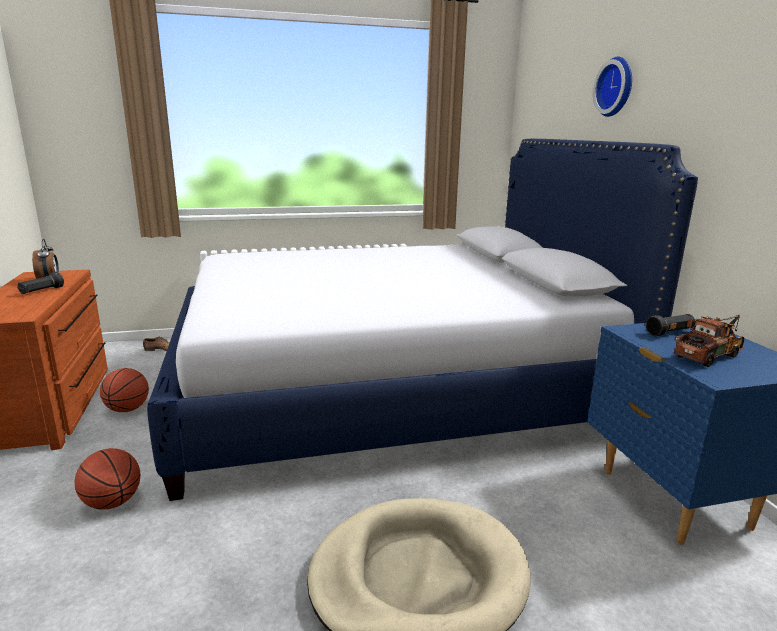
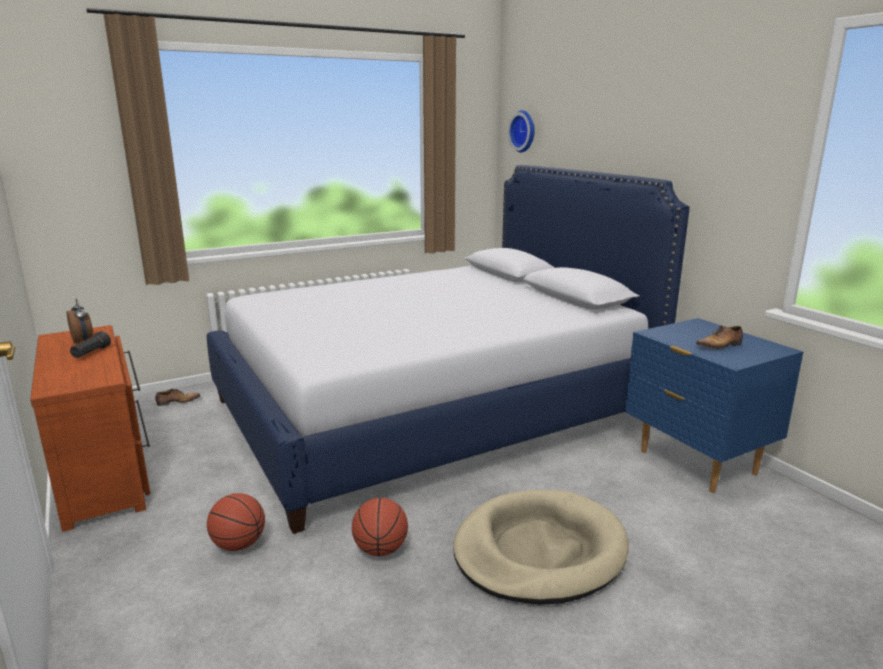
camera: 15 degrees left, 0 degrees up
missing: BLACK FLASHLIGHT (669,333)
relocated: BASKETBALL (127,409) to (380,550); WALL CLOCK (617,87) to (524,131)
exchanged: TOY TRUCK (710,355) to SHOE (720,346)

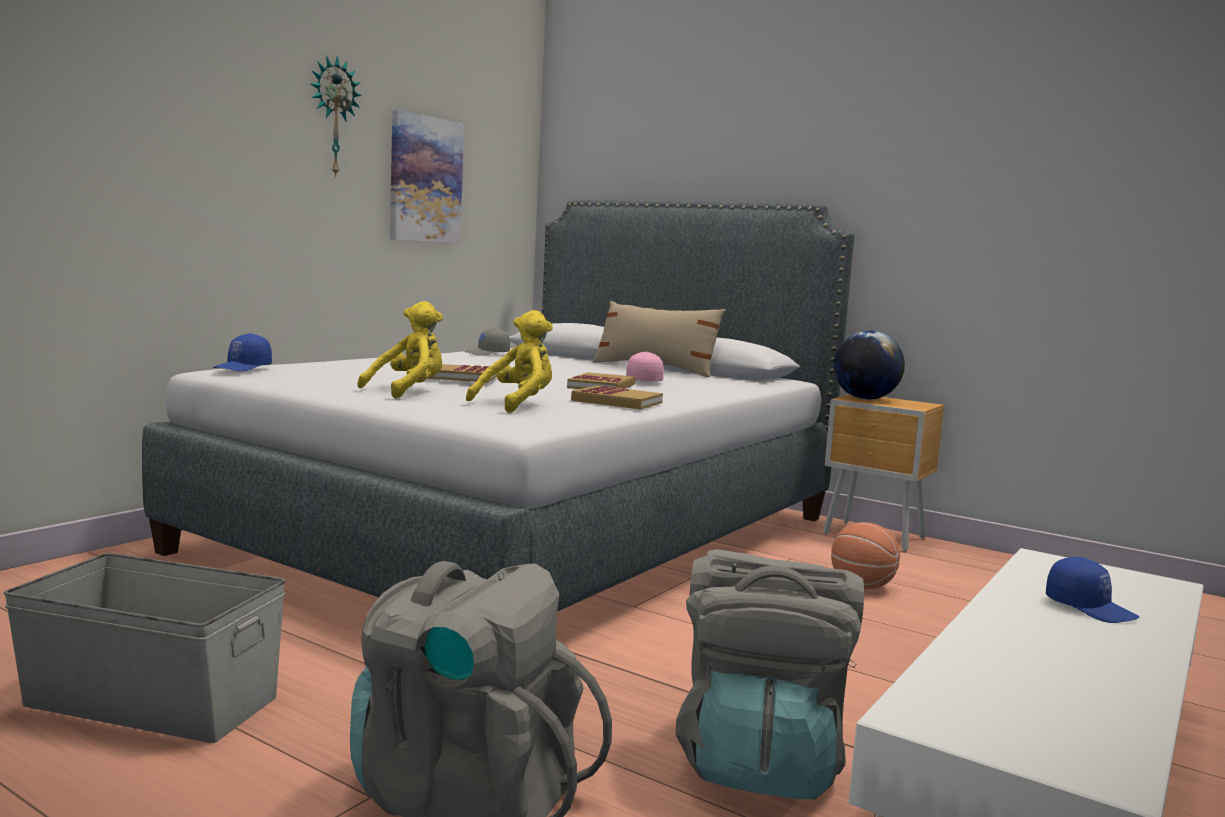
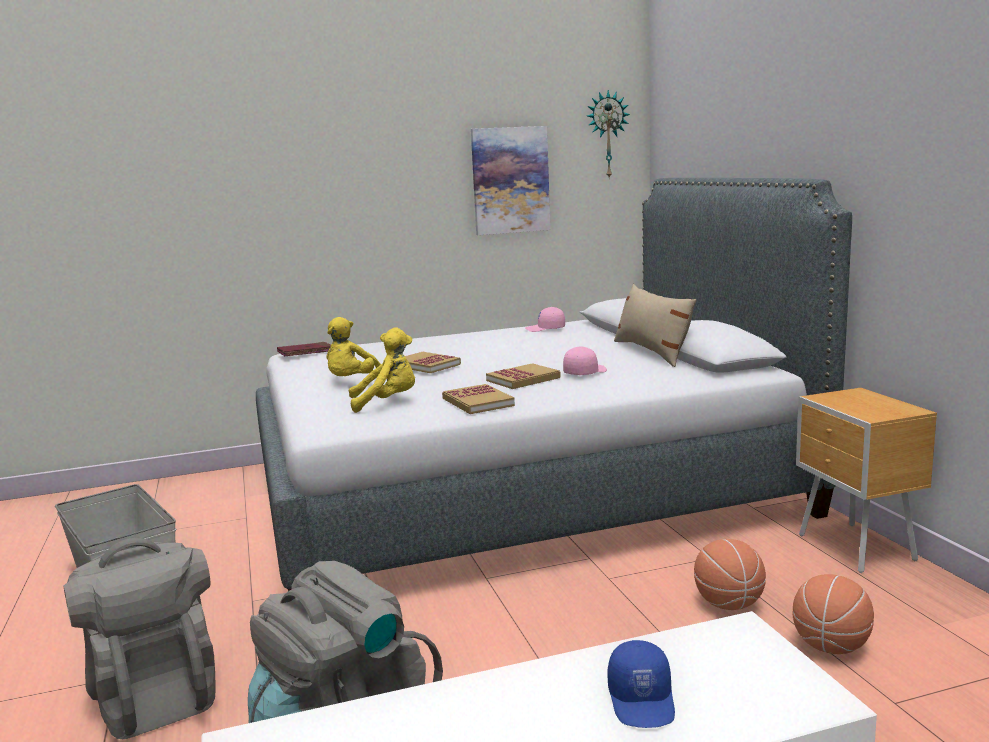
camera: 40 degrees right, 5 degrees up
missing: GLOBE (865,399)
appeared: BASKETBALL (831,646)
relocated: WALL CLOCK (332,117) to (607,135)
exchanged: BLUE CAP (243,368) to RED BOOK (305,352)
colour: GREY CAP (487,354) to PINK CAP (545,329)
spun: YELLOW PLUSH TOY (408,391) = (351,382) 120 degrees clockwise

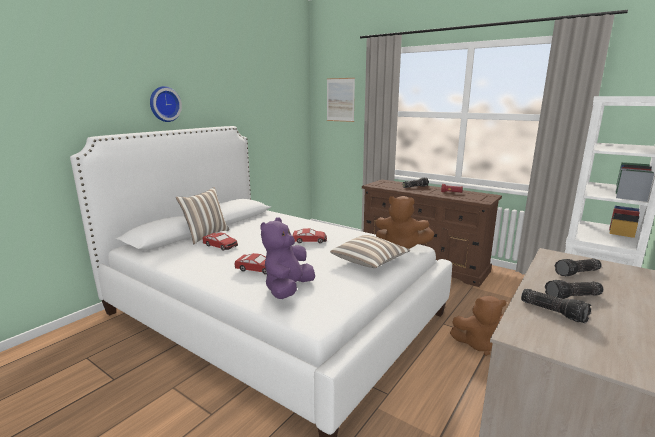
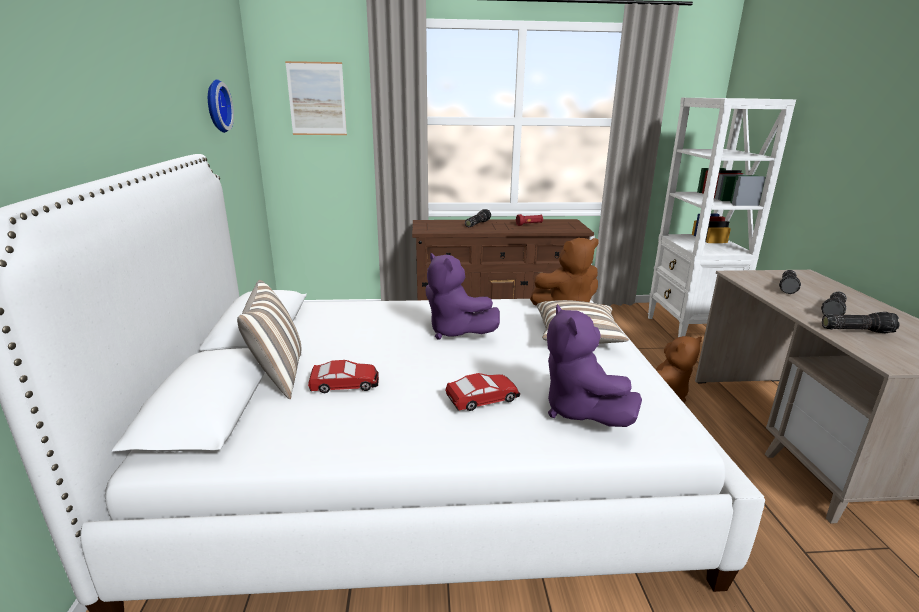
camera: 40 degrees left, 5 degrees up
relocated: WALL CLOCK (164,104) to (216,106)
exchanged: TOY CAR (309,240) to PURPLE PLUSH TOY (455,331)

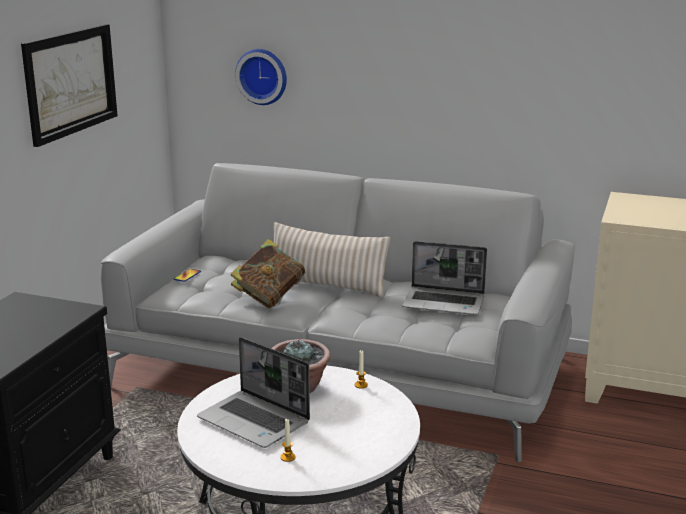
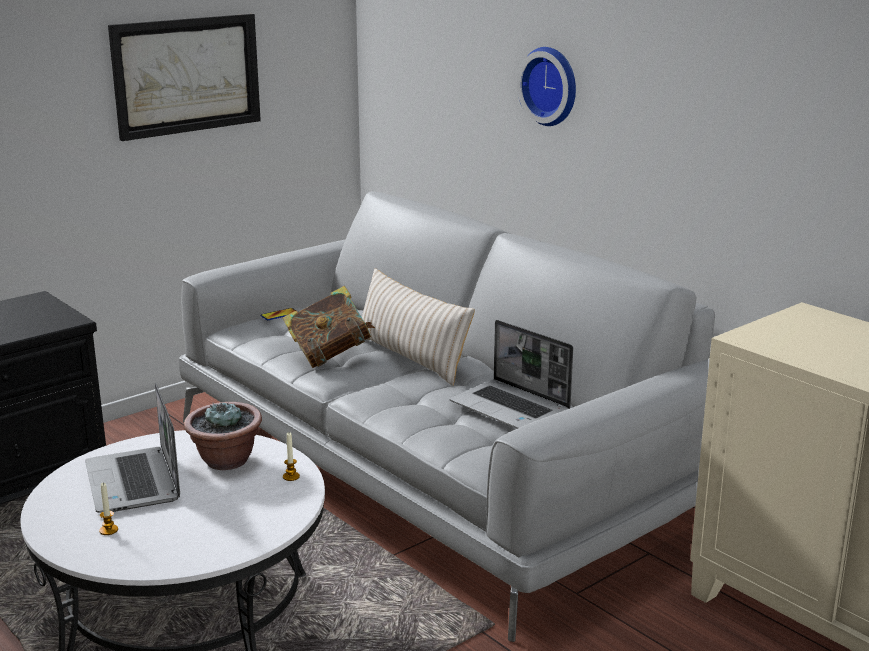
camera: 30 degrees right, 0 degrees up
relocated: WALL CLOCK (262,76) to (551,86)

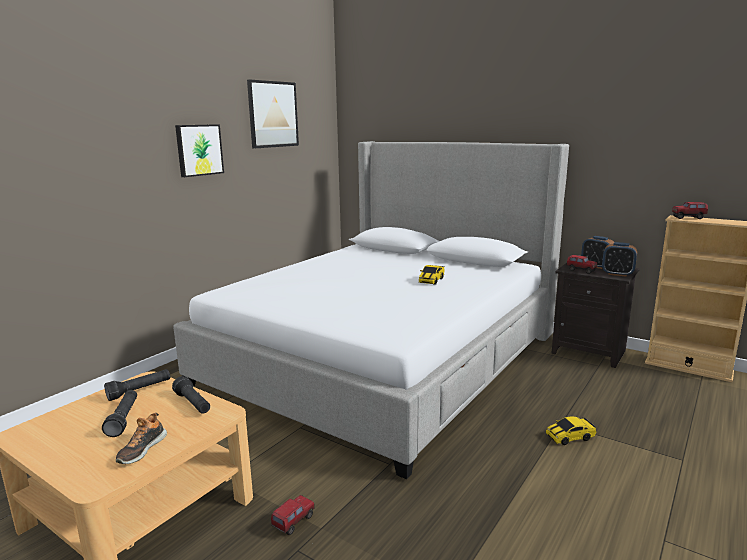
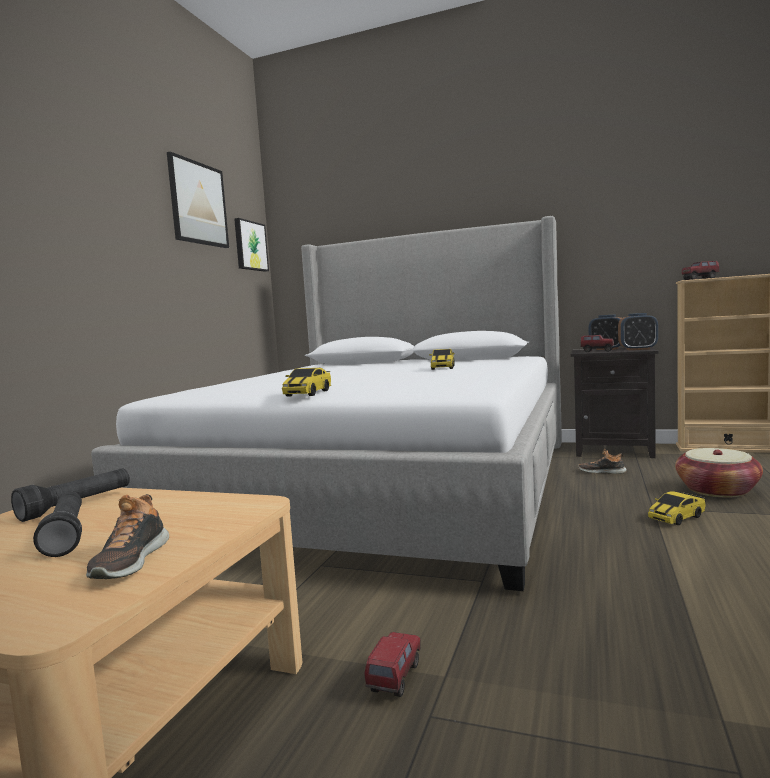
camera: 15 degrees left, 10 degrees down
missing: BLACK FLASHLIGHT (193,404)
appeared: TOY CAR (308,393); SHOE (602,471); BASKET (717,490)
relocated: PICTURE (199,150) to (250,246)

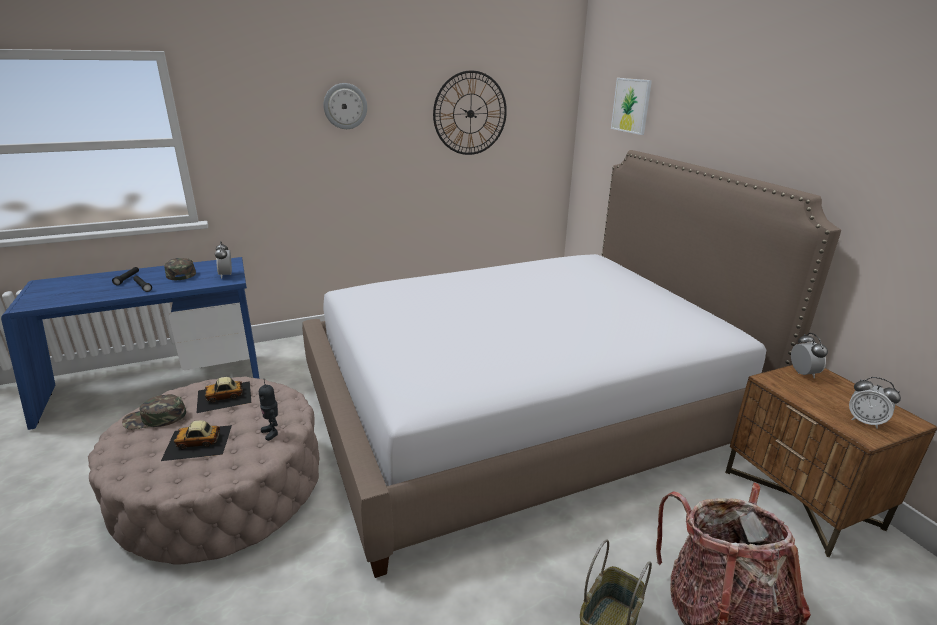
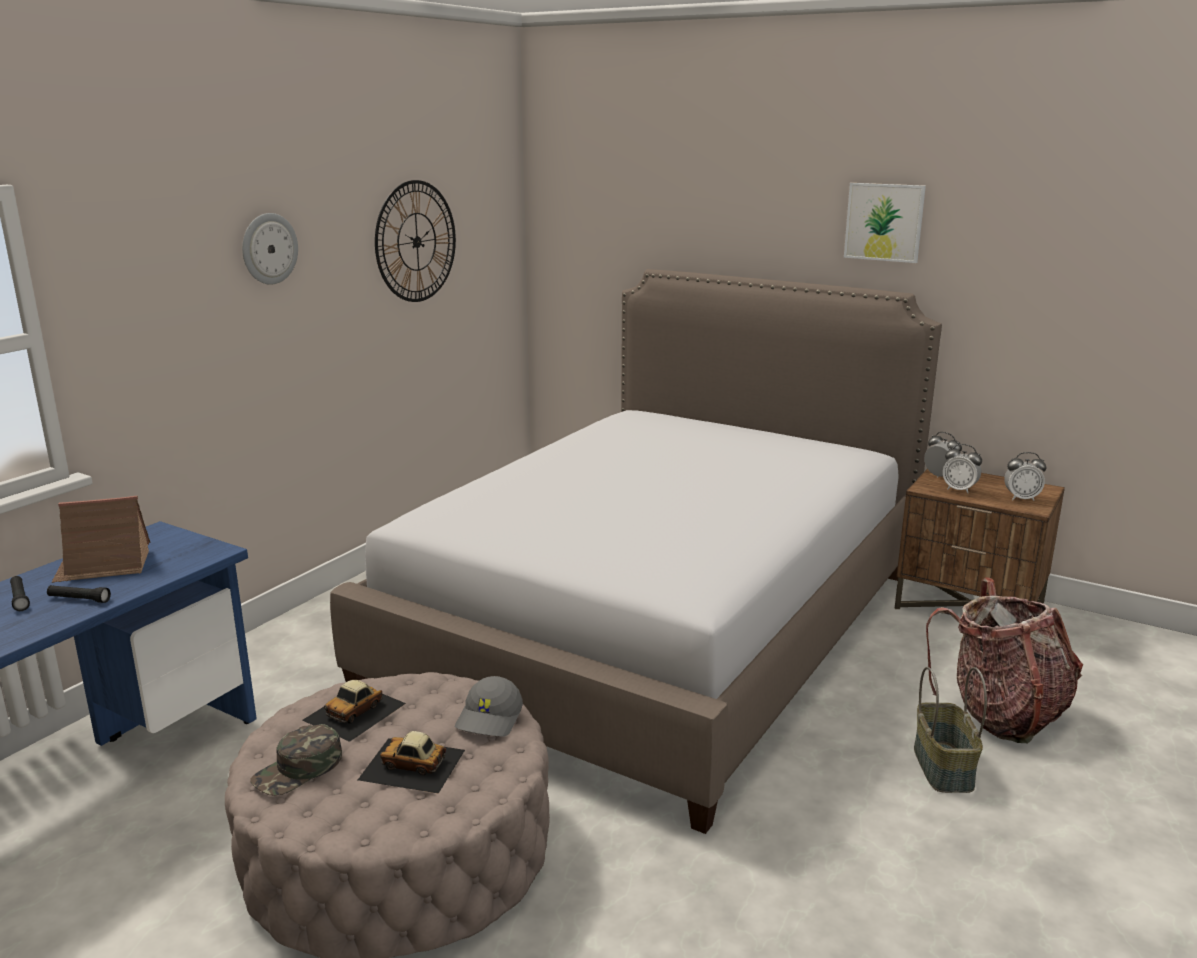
camera: 35 degrees left, 5 degrees down
relocated: PICTURE (631,105) to (884,222); ALARM CLOCK (226,275) to (959,489)
exchanged: GREEN CAP (181,273) to TOY HOUSE (104,566); TOY ROBOT (272,432) to GREY CAP (490,719)
spun: TOY CAR (198,442) = (412,765) 60 degrees clockwise

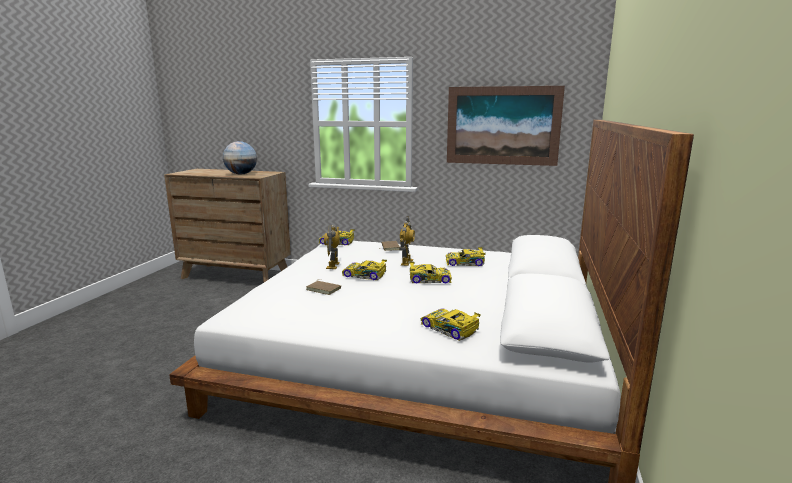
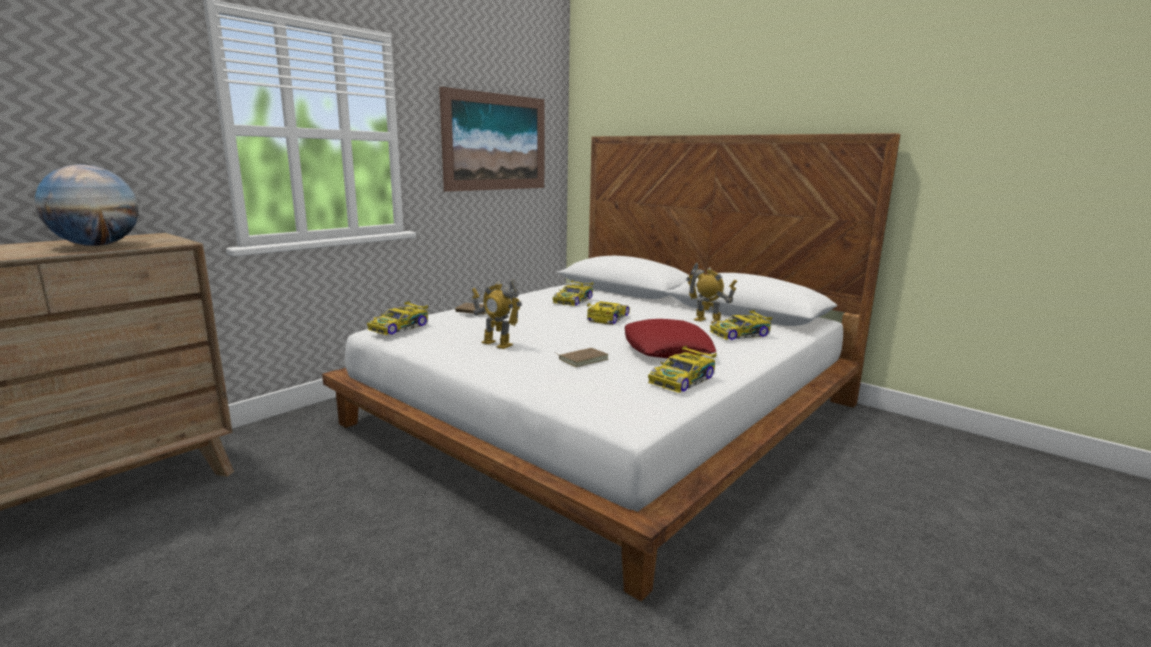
camera: 65 degrees left, 0 degrees up
appeared: RED PILLOW (667,348)
relocated: TOY CAR (365,275) to (683,379); TOY ROBOT (406,262) to (707,321)

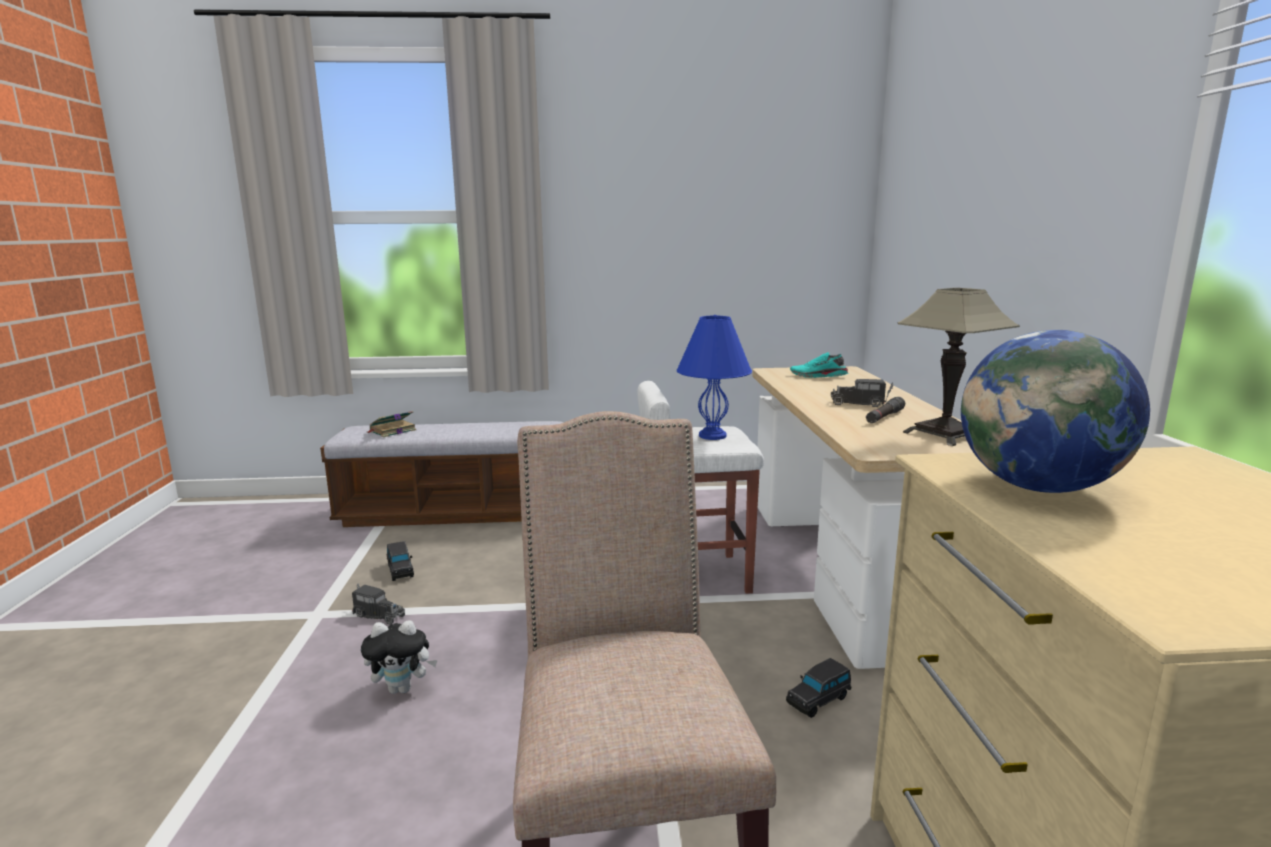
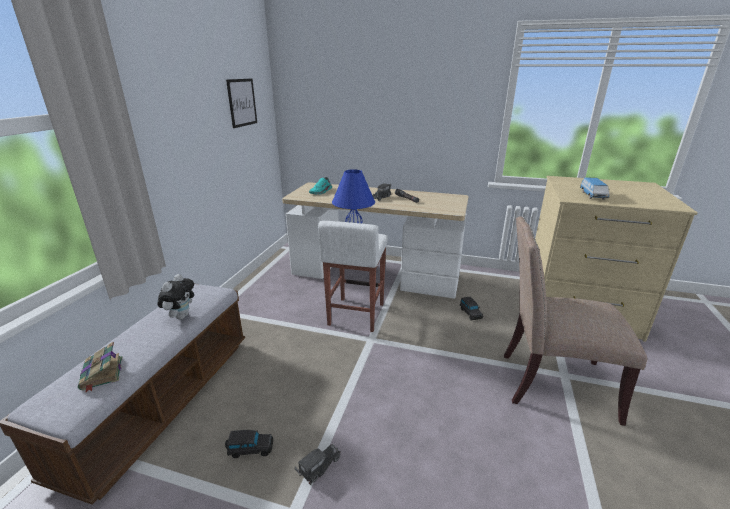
camera: 70 degrees left, 10 degrees up
missing: TABLE LAMP (944,434)
appeared: PICTURE (242,102)
relocated: PLUSH TOY (402,688) to (181,316)
exchanged: GLOBE (1038,487) to TOY CAR (592,195)

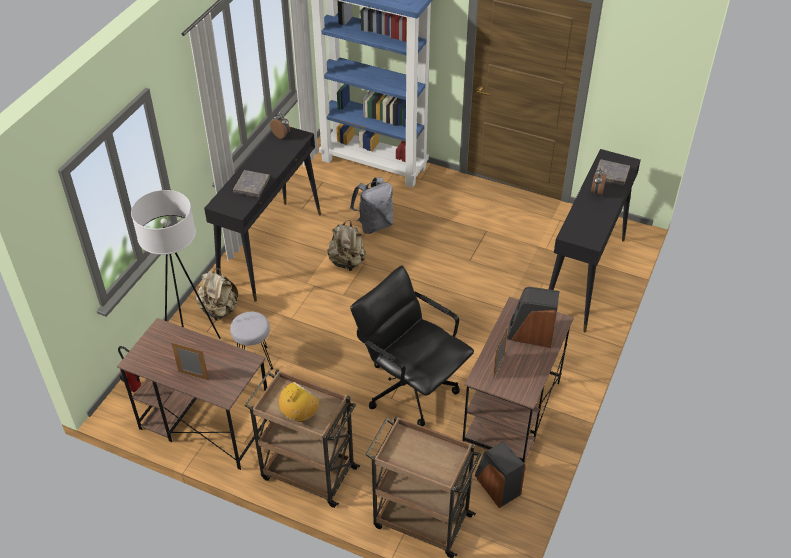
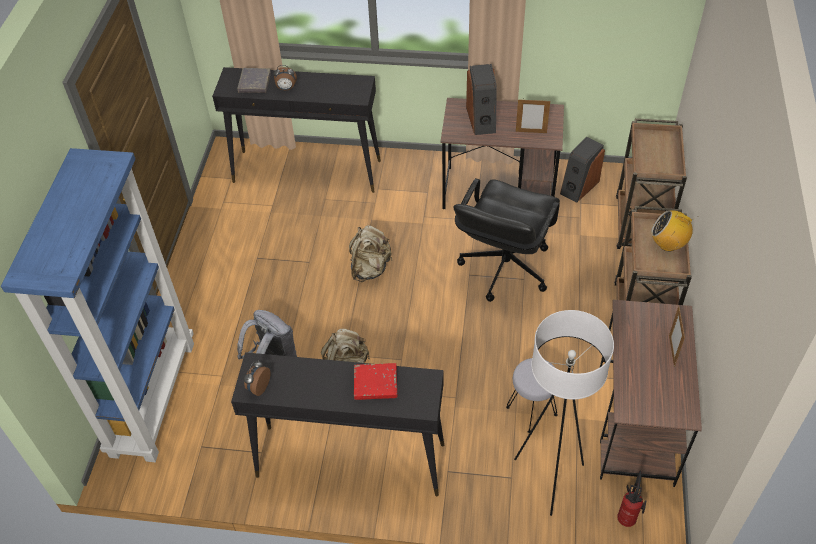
camera: 105 degrees left, 5 degrees up
relocated: BEIGE BACKPACK (219,310) to (370,268)
colour: GREY BOOK (251,186) to RED BOOK (375,383)

